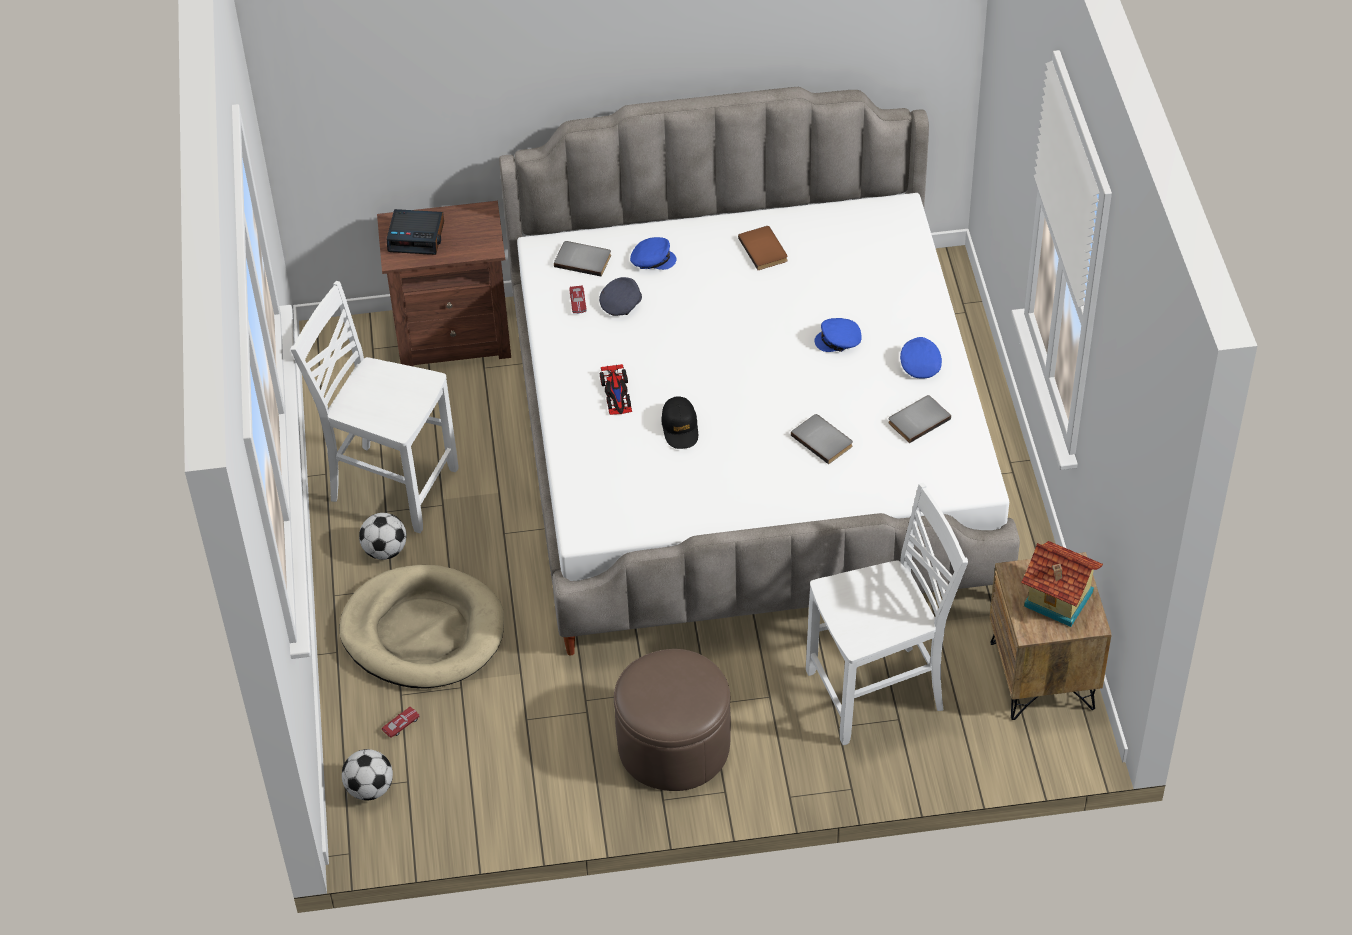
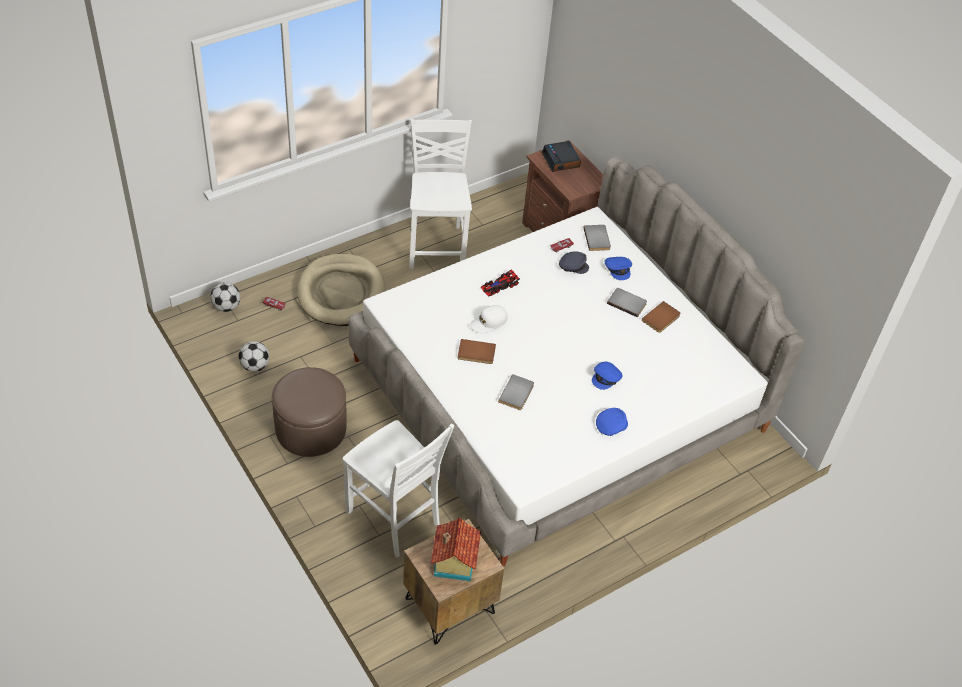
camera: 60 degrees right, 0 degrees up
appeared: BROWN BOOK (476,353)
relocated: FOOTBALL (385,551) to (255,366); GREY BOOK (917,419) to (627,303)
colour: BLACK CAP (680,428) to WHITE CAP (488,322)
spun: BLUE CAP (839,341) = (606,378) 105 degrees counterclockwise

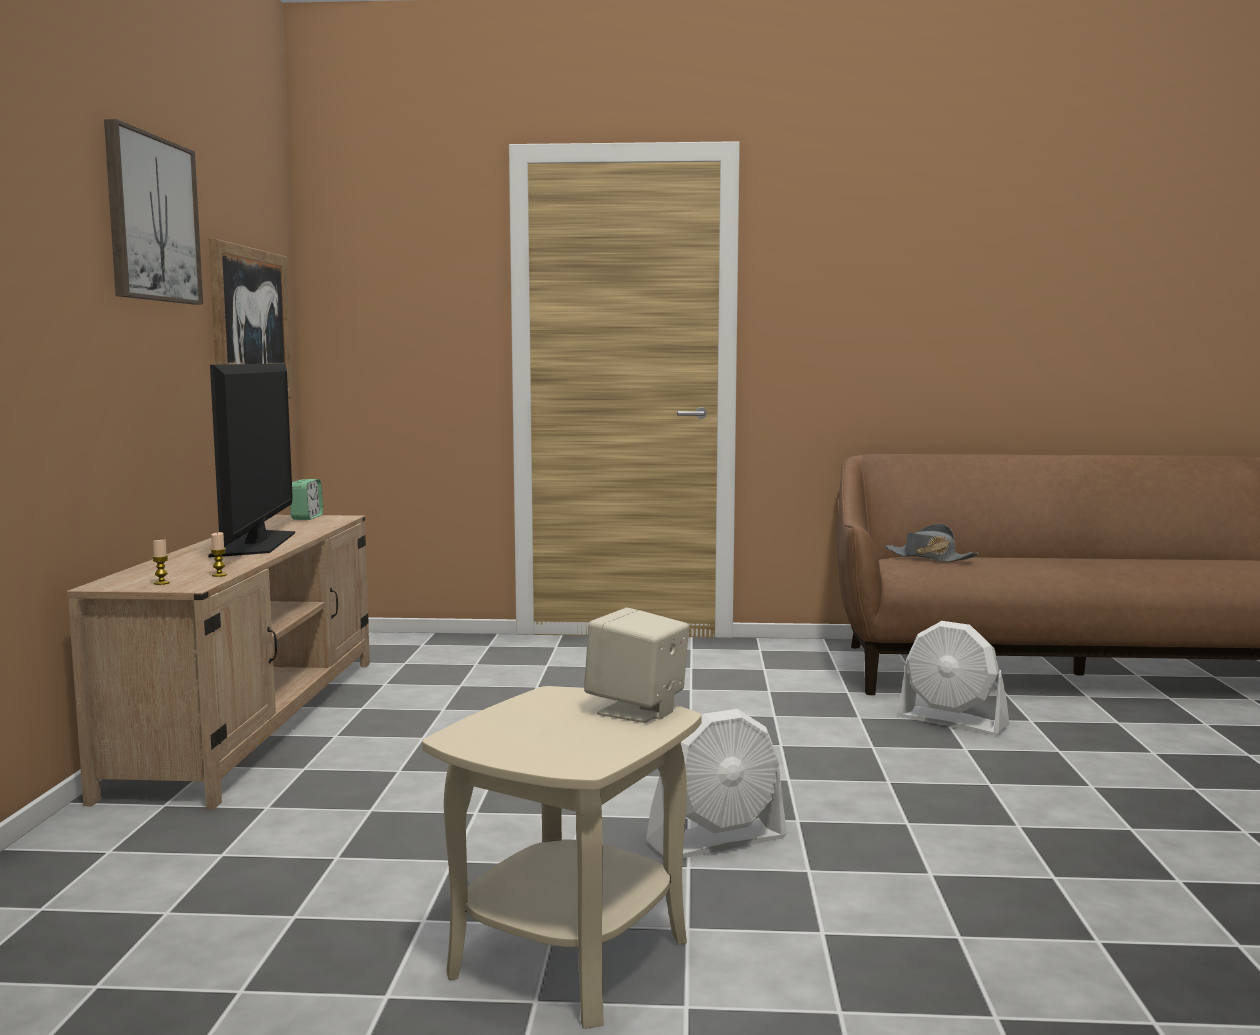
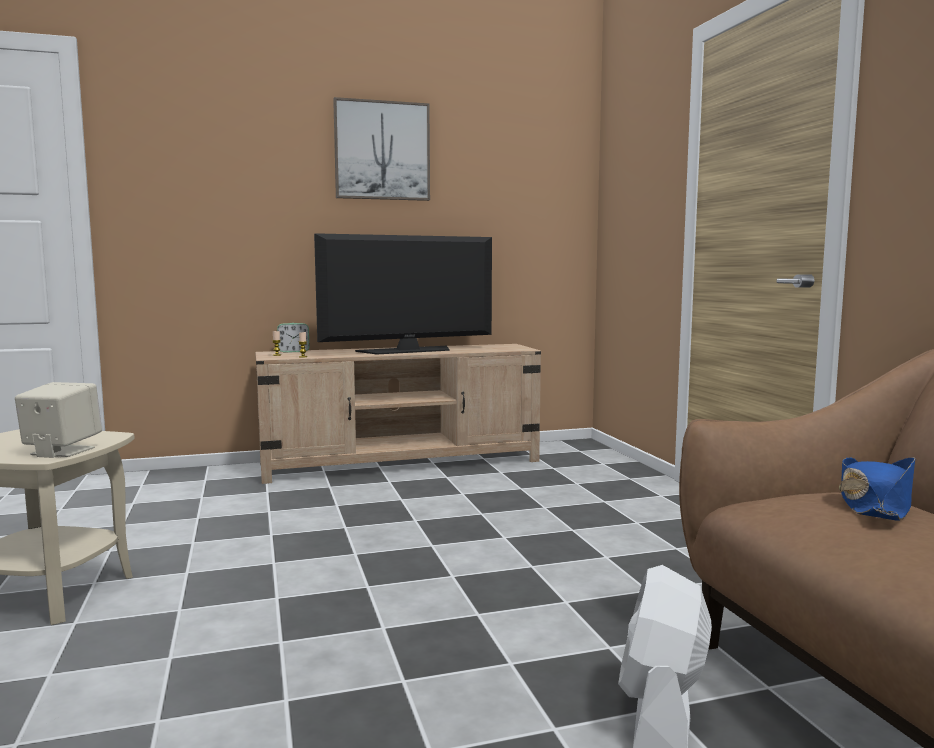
camera: 70 degrees right, 0 degrees up
missing: PICTURE (251,325); WHITE FAN (717,840)
relocated: ALARM CLOCK (307,517) to (293,351)
colour: GREY HAT (929,558) to BLUE HAT (874,505)

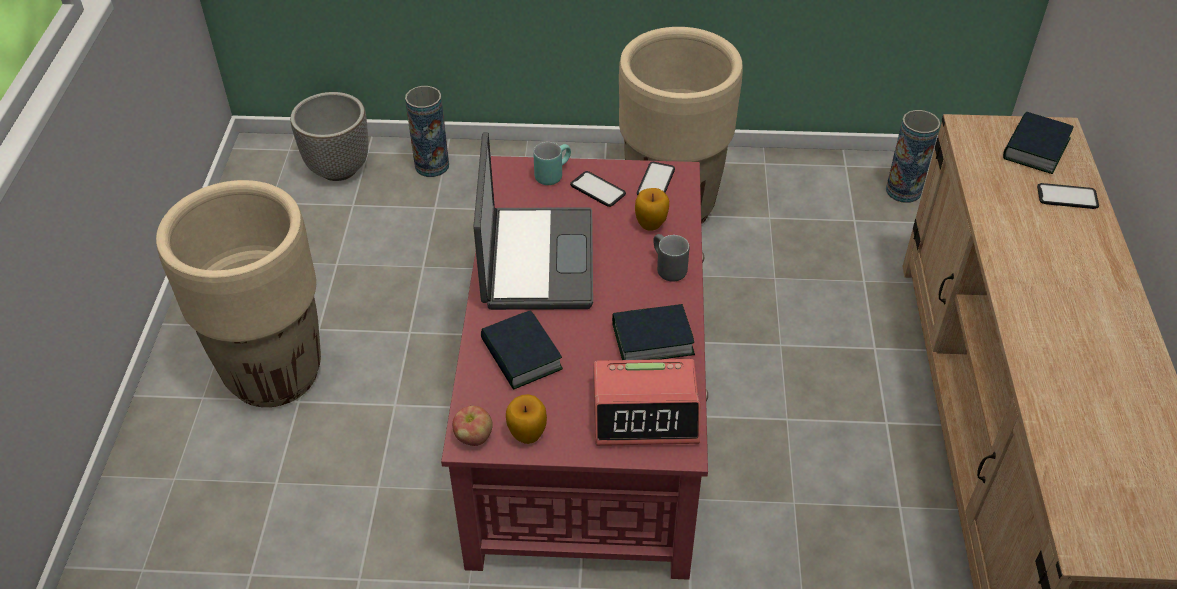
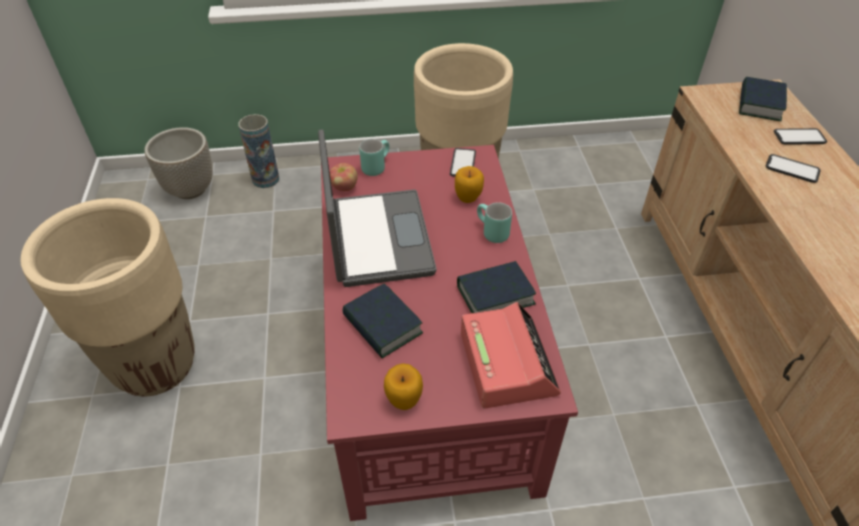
camera: 10 degrees left, 0 degrees up
missing: VASE (903,191)
relocated: APPLE (474,437) to (344,187); PHONE (598,190) to (792,169)
colour: GREY MUG (666,269) to TURQUOISE MUG (490,233)
spun: ALARM CLOCK (646,412) = (507,363) 90 degrees counterclockwise

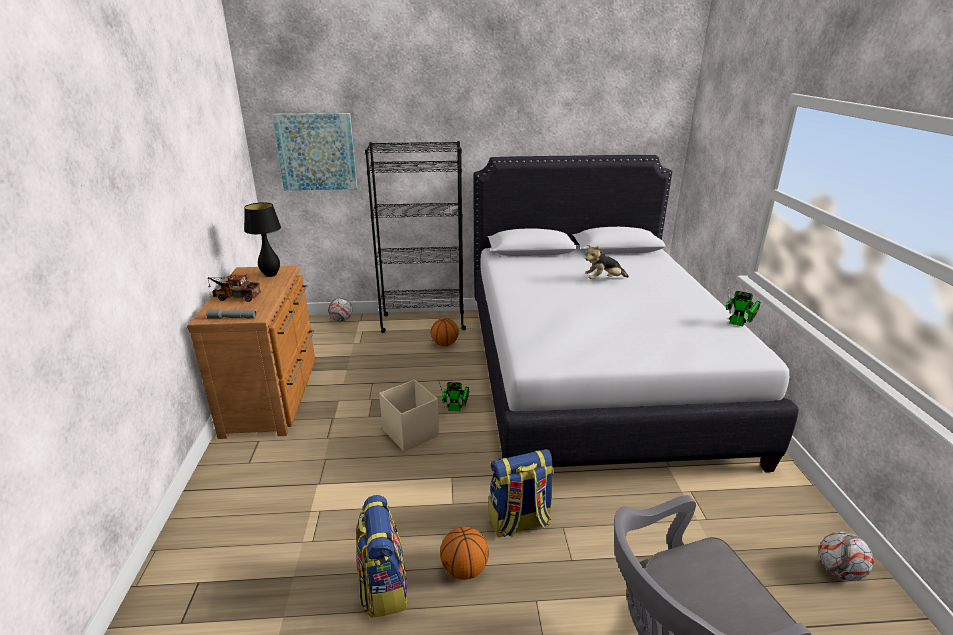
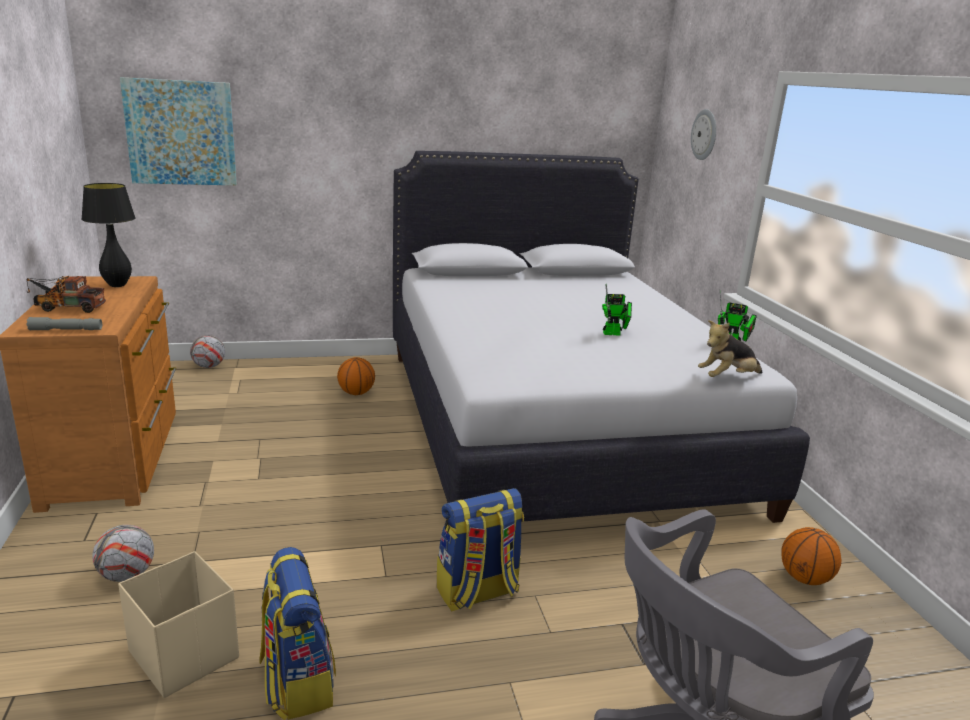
camera: 10 degrees left, 5 degrees down
missing: BLACK BOOKCASE (423,322)
appeared: WALL CLOCK (704,134)
relocated: FOOTBALL (839,571) to (126,575); BEIGE STORAGE BOX (410,432) to (184,654); TOY ROBOT (456,409) to (614,334); PLUSH TOY (603,280) to (727,378); BASKETBALL (464,569) to (805,578)

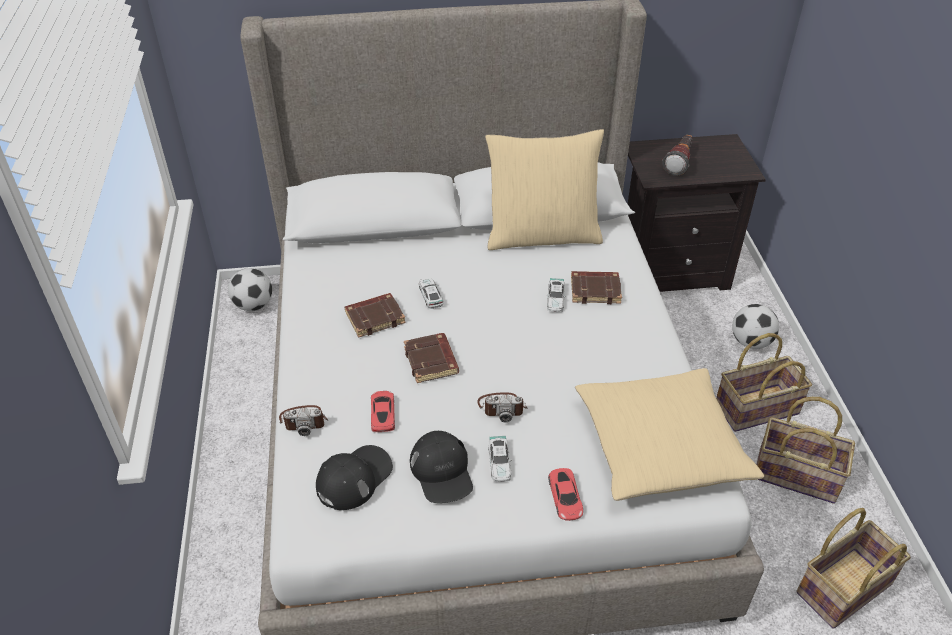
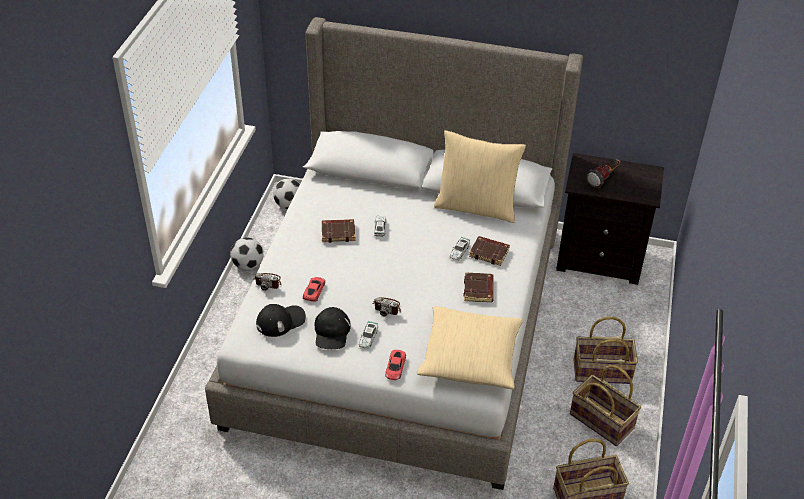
camera: 20 degrees right, 0 degrees up
relocated: FOOTBALL (750,342) to (248,265); BROWN BOOK (432,361) to (479,290)

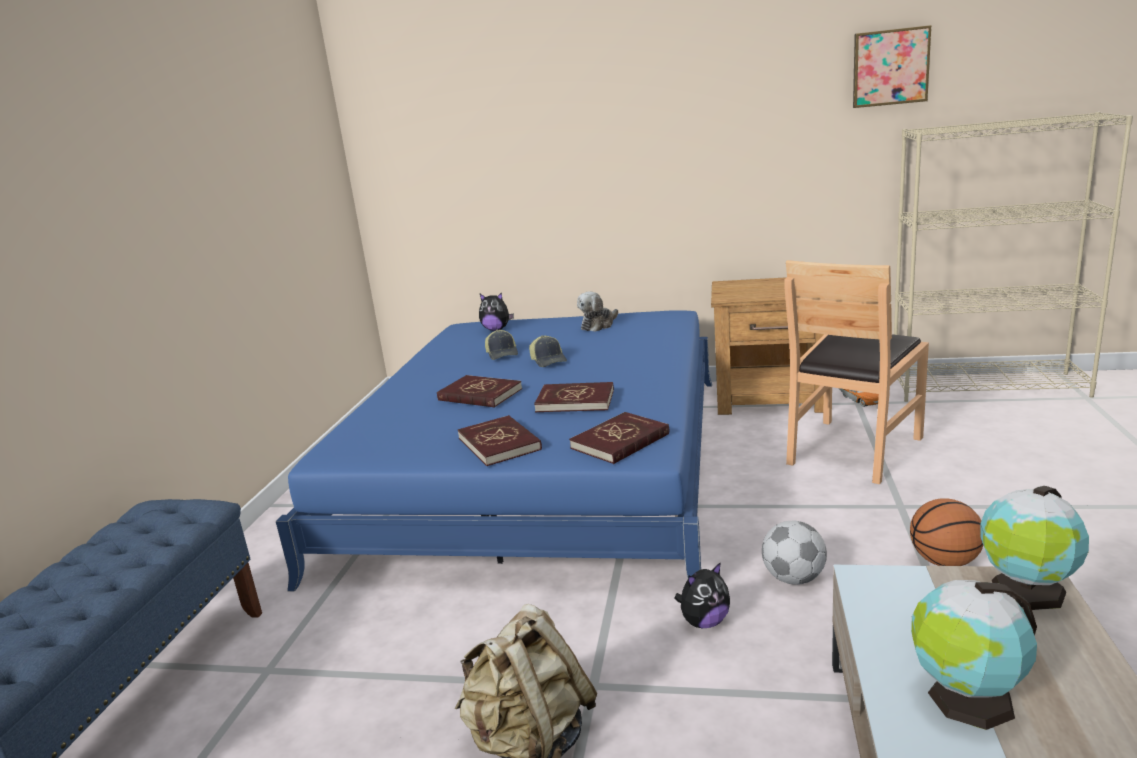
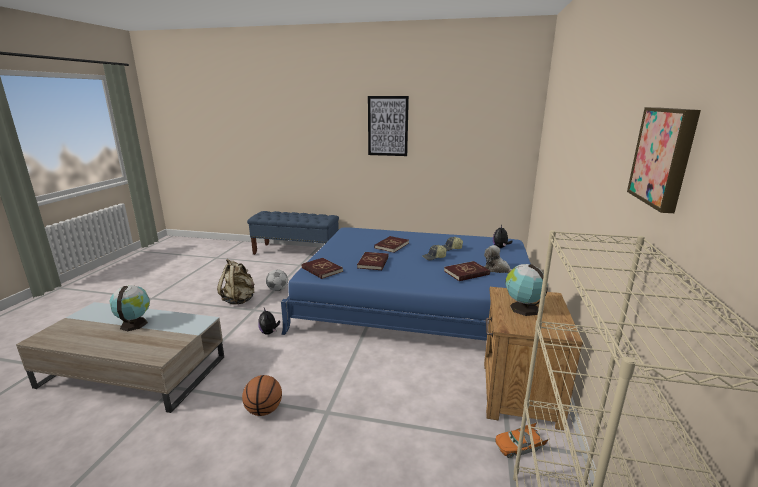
camera: 90 degrees right, 0 degrees up
missing: BROWN CHAIR (853,450)
appeared: PICTURE (388,126)
relocated: FOOTBALL (794,578) to (278,290); RED BOOK (499,444) to (466,273); GLOBE (1027,592) to (522,308)

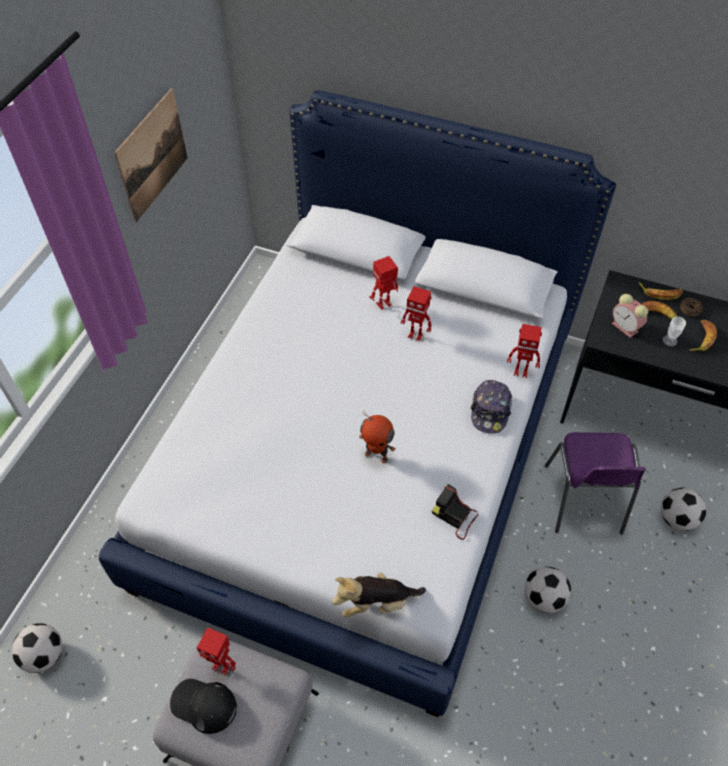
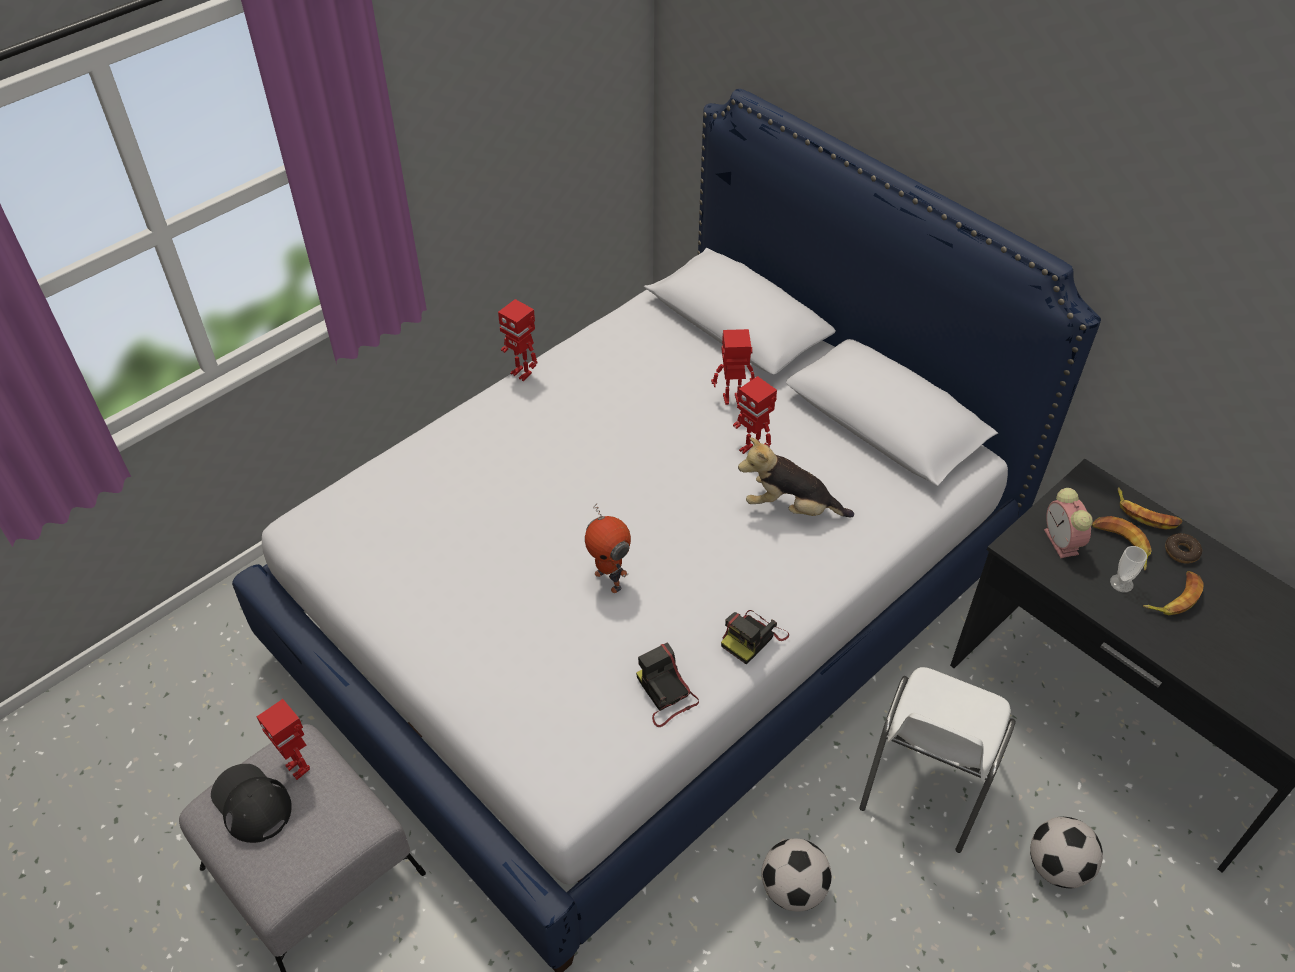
camera: 25 degrees right, 5 degrees down
missing: FOOTBALL (44,655); PICTURE (152,155); CAP (490,411)
appeared: PHOTO CAMERA (753,637)
relocated: TOY ROBOT (520,372) to (522,373); PLUSH TOY (376,603) to (790,507)
colour: PURPLE CHAIR (583,501) to WHITE CHAIR (925,784)

